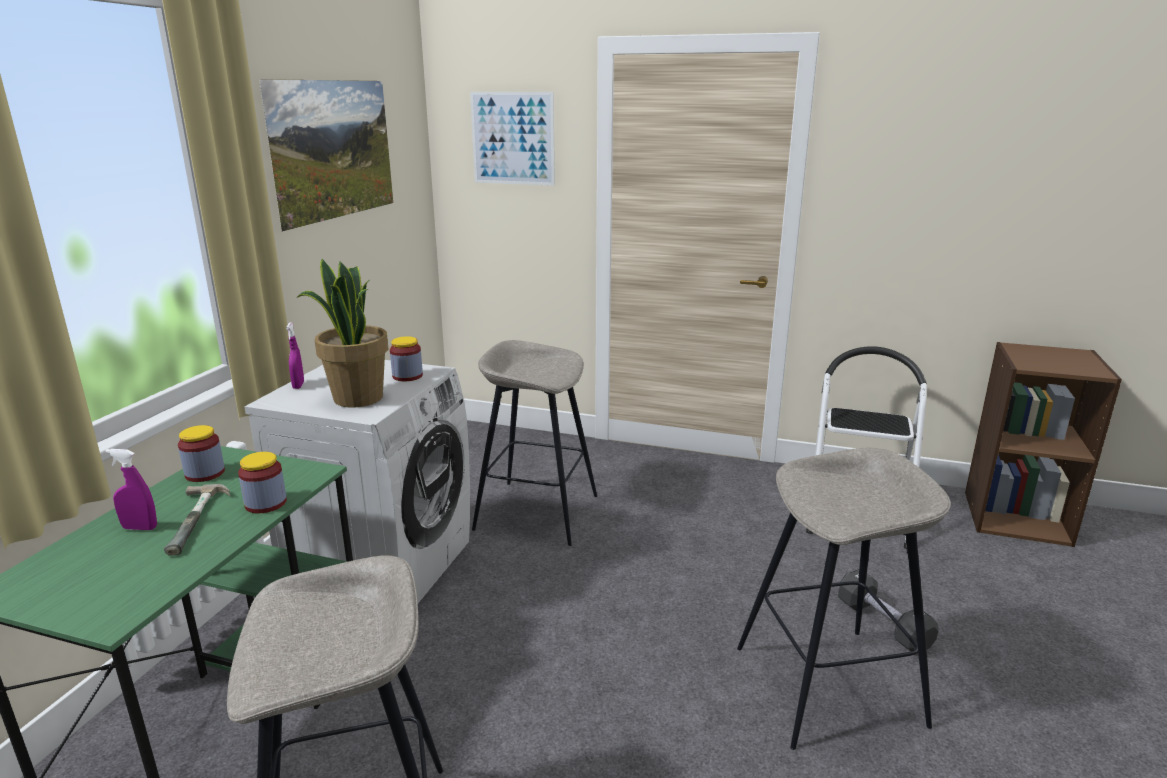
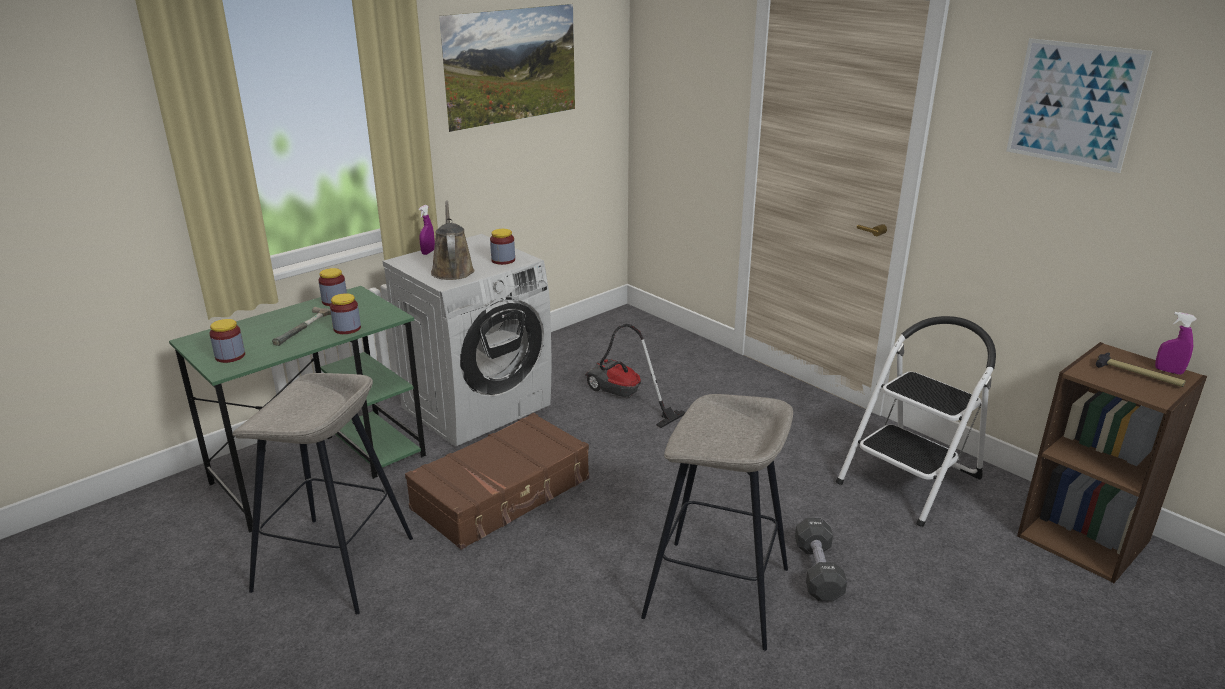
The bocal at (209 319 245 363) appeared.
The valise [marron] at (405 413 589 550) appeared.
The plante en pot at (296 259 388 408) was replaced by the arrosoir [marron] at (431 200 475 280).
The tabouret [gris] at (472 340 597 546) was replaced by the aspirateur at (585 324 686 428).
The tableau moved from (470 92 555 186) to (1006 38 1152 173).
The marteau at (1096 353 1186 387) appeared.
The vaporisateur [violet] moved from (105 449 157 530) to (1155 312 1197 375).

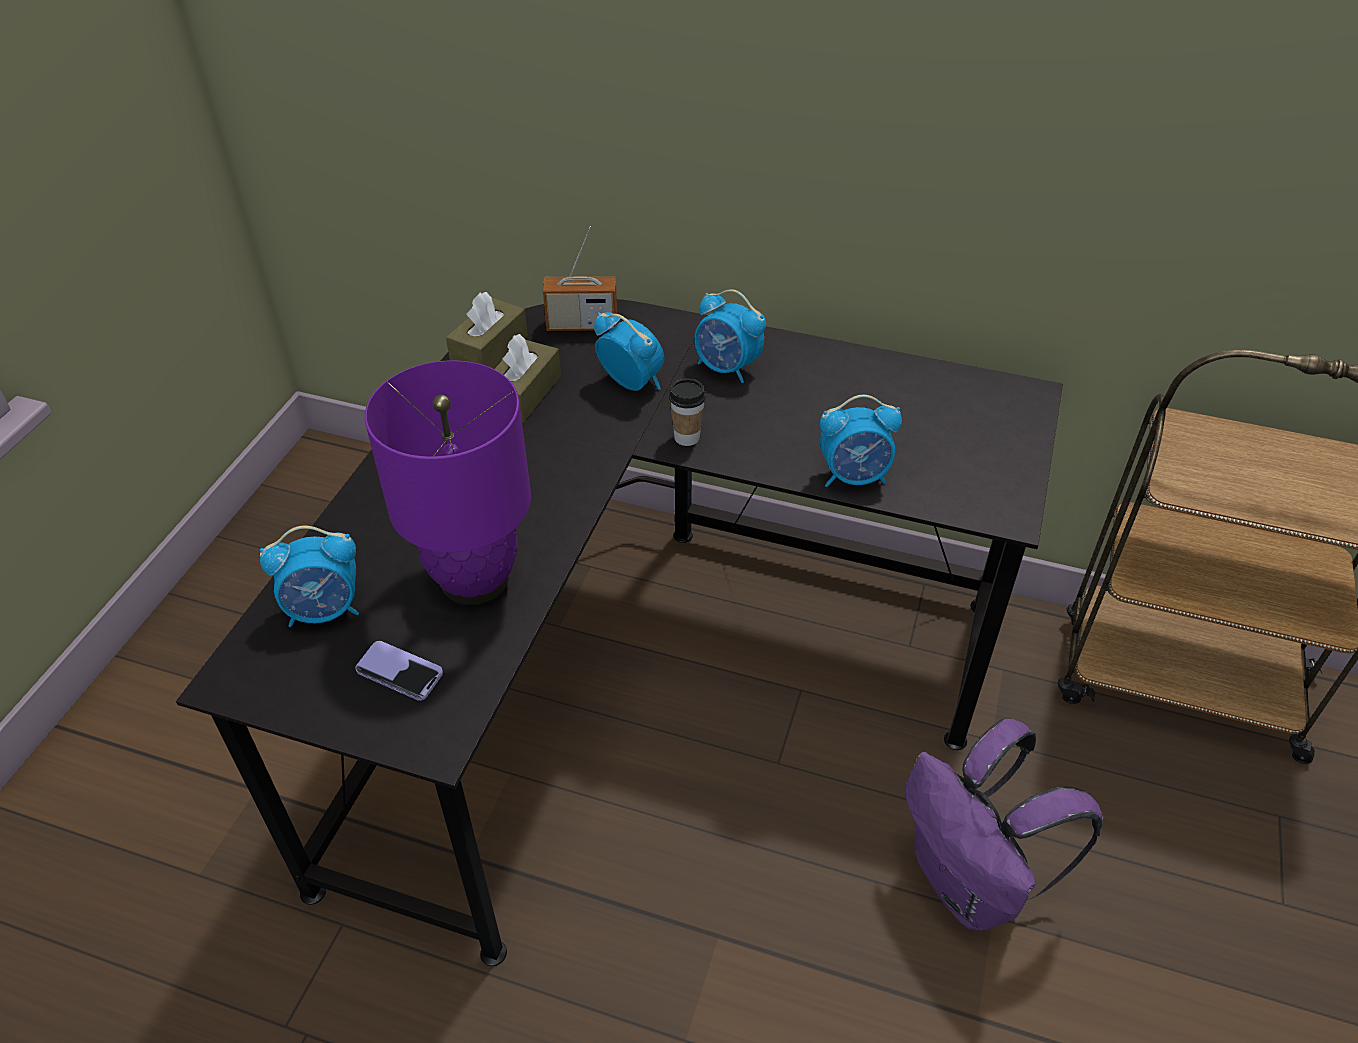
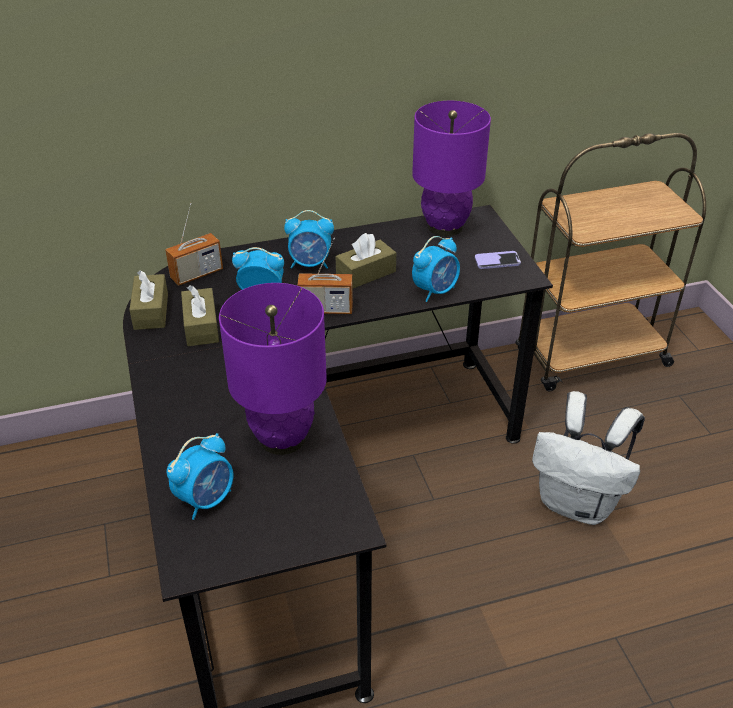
The tasse at (669 379 706 446) was replaced by the radio at (297 238 353 314).
The boîte à mouchoirs [marron] at (336 233 396 289) appeared.
The lampe de table [violet] at (412 101 491 236) appeared.
The téléphone moved from (355 641 443 701) to (475 251 521 269).
The sac à dos [violet] at (905 718 1103 931) became the sac à dos [blanc] at (532 391 645 525).

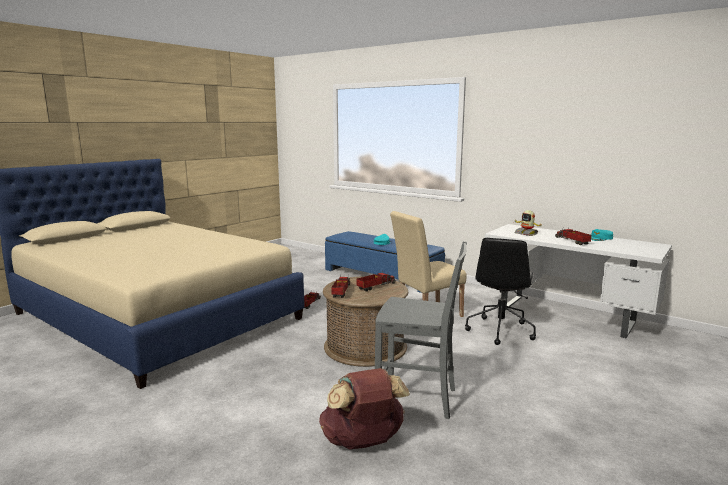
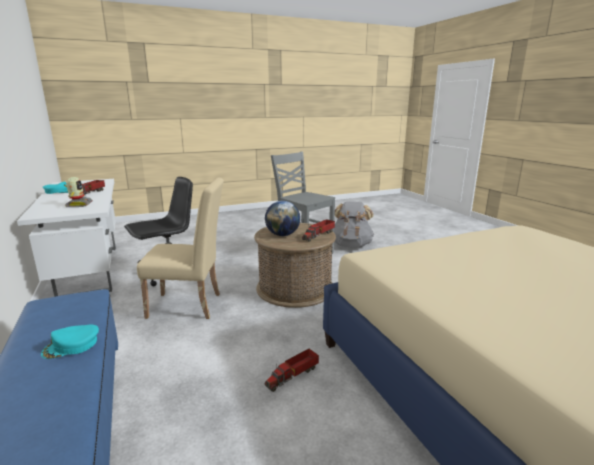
The camion jouet at (356 270 396 292) was replaced by the globe at (265 201 300 236).
The sac à dos [marron] at (319 368 410 450) became the sac à dos [gris] at (334 202 374 248).

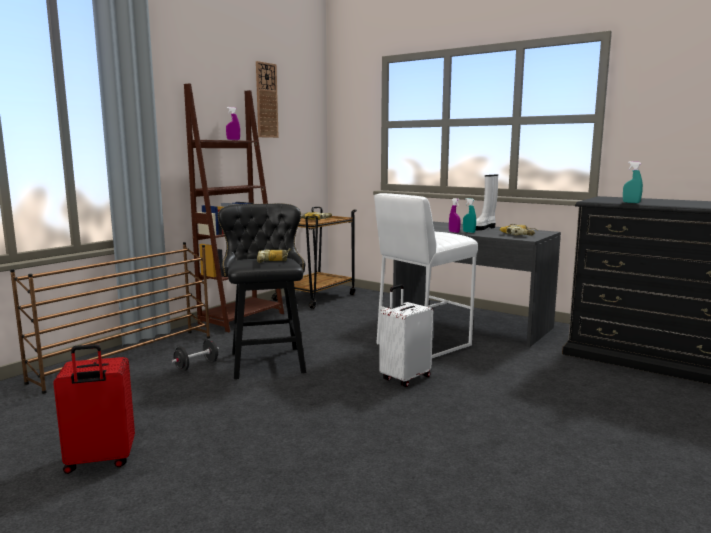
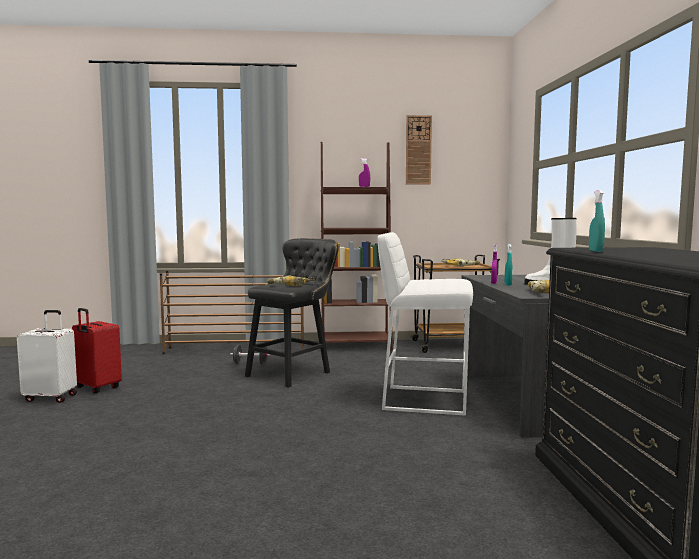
The valise [blanc] moved from (379 284 433 387) to (17 310 77 403).

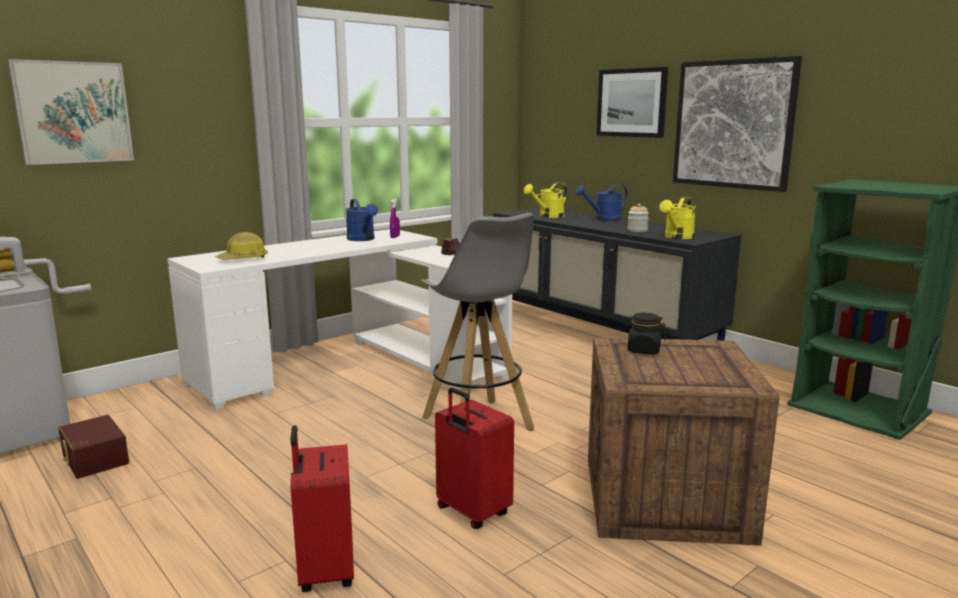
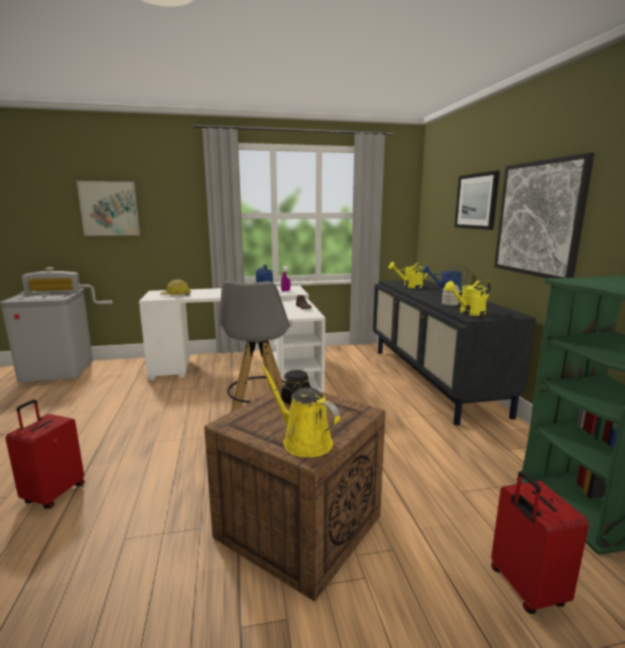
The arrosoir [jaune] at (261 365 340 457) appeared.
The valise [rouge] moved from (435 387 514 529) to (491 471 589 614).
The boîte de rangement [marron] at (58 415 129 479) disappeared.

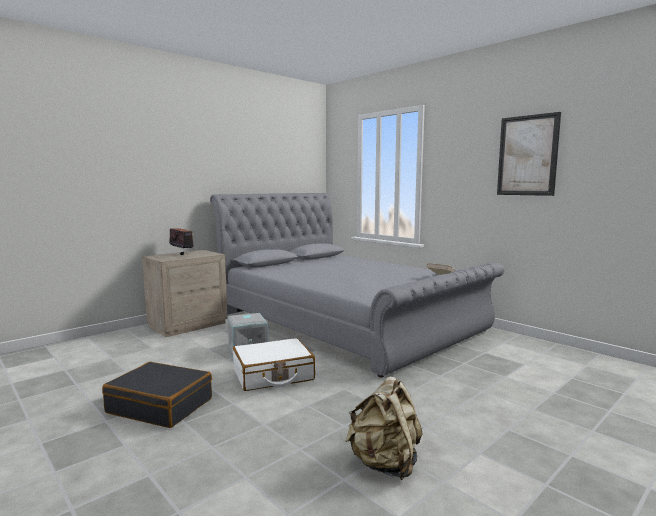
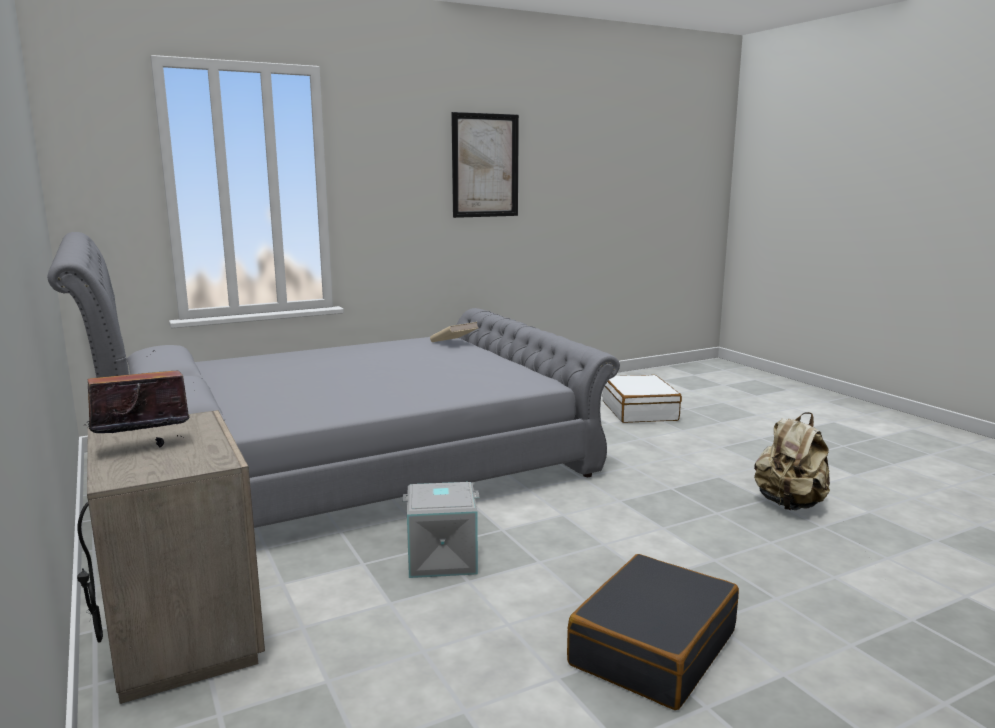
The valise [blanc] moved from (233 338 315 391) to (602 375 682 423).

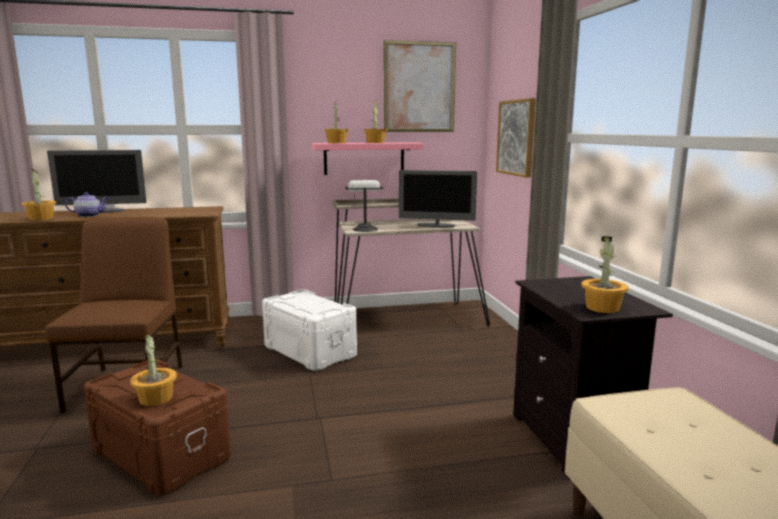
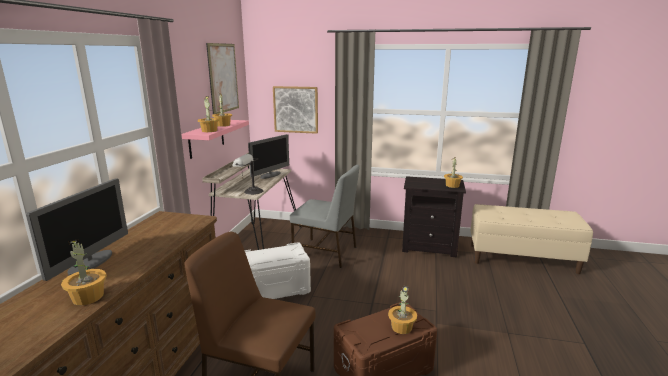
The chaise [gris] at (290 165 360 268) appeared.
The théière at (65 192 108 217) disappeared.

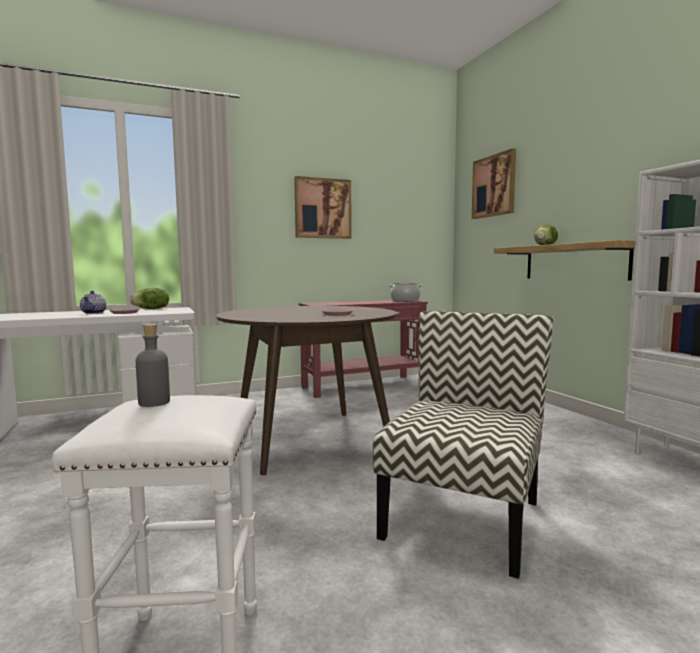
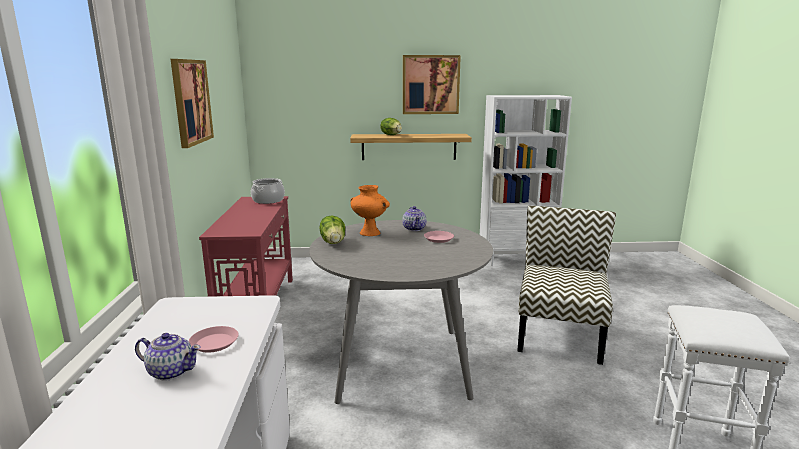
The table à manger [marron] at (216 306 397 475) became the table à manger [gris] at (309 220 493 404).
The laitue moved from (130 288 169 309) to (319 215 345 244).
The vase [orange] at (351 185 390 236) appeared.
The théière at (402 206 426 231) appeared.
The tableau moved from (472 148 516 219) to (403 55 461 114).
The chaise at (373 311 553 579) turned 60 degrees clockwise.
The bouteille [gris] at (136 324 170 407) disappeared.

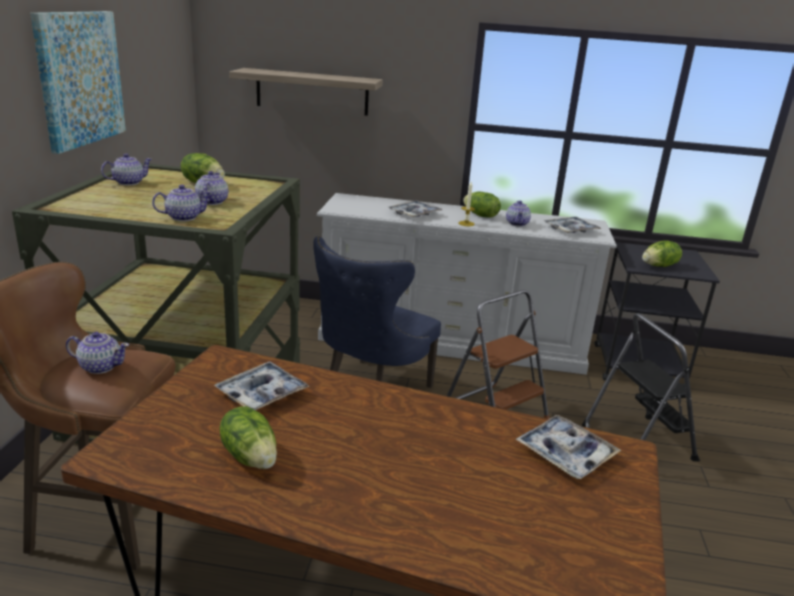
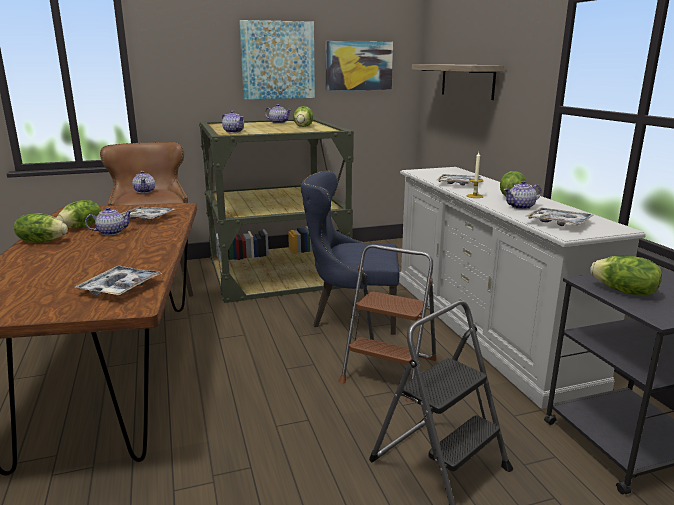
The laitue at (14 213 68 243) appeared.
The théière moved from (195 171 228 205) to (85 207 133 235).
The tableau at (326 41 393 91) appeared.

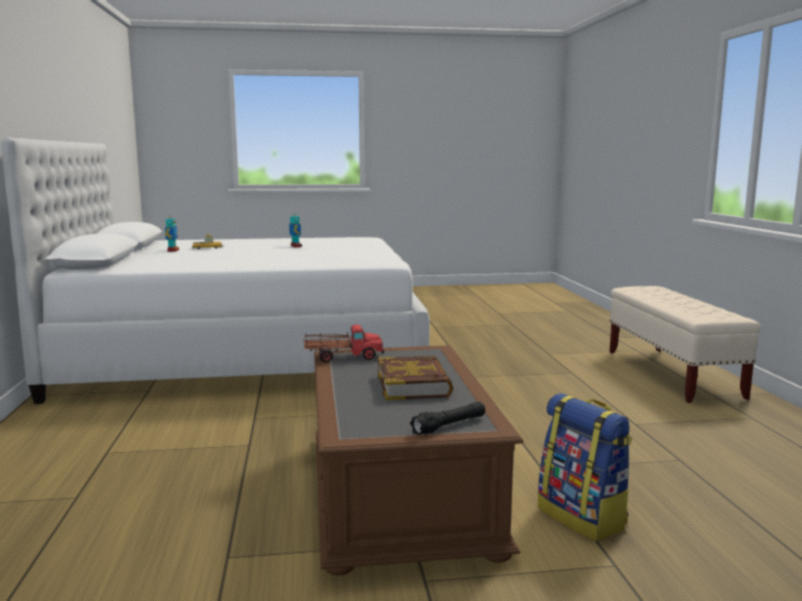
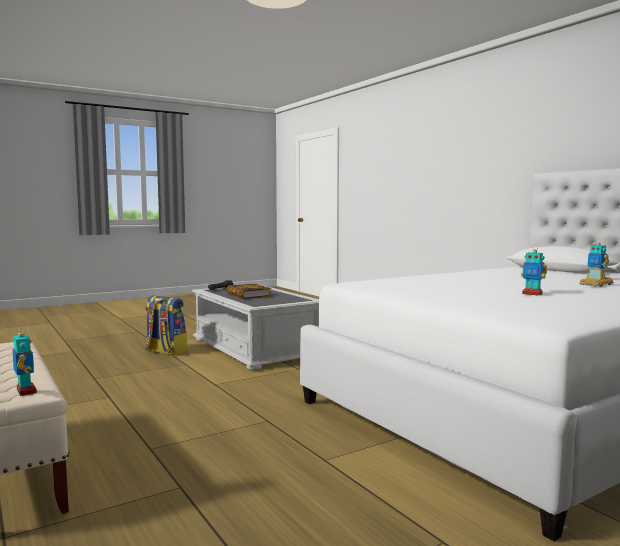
The robot jouet at (12 326 37 396) appeared.
The table basse [marron] at (314 345 524 575) became the table basse [blanc] at (192 284 319 370).
The camion jouet at (304 325 384 363) disappeared.

